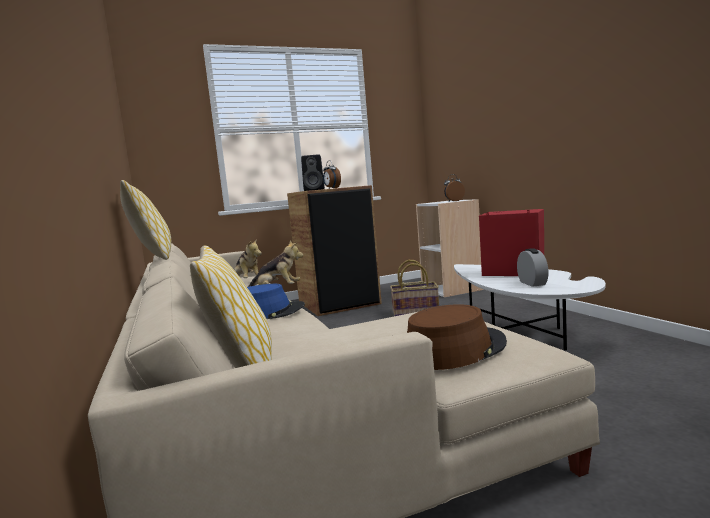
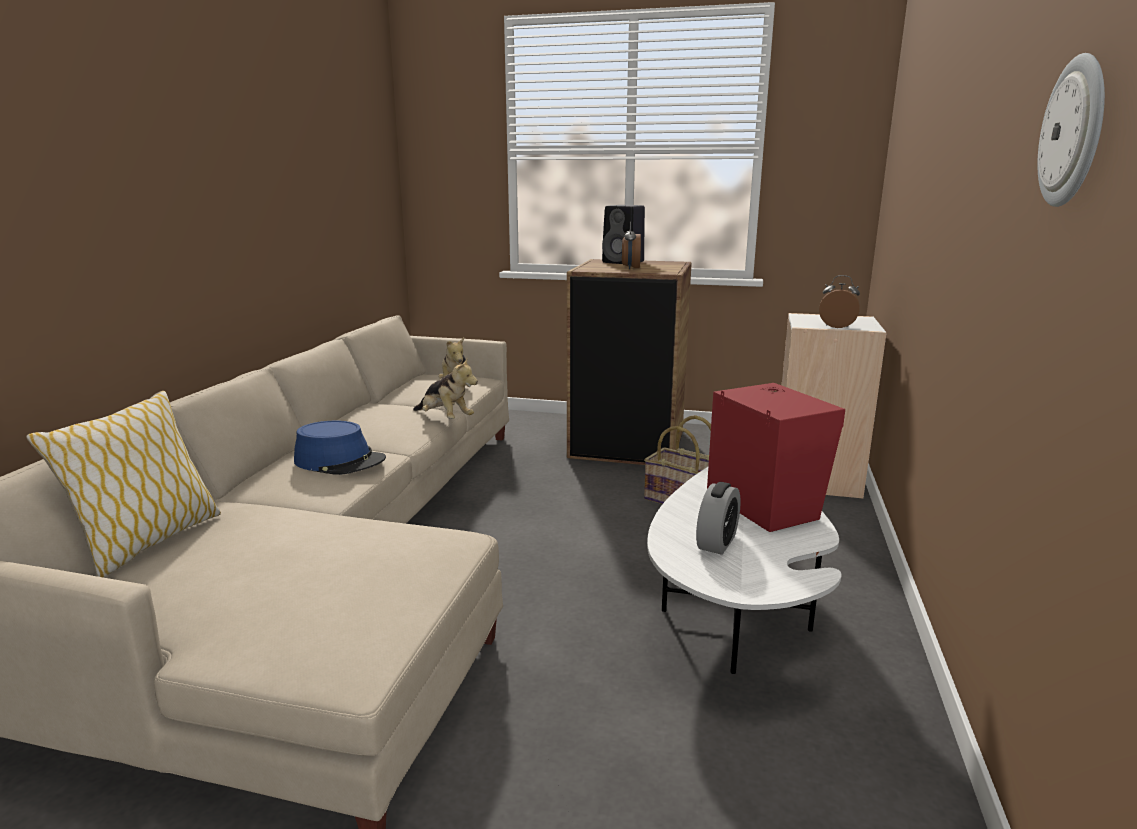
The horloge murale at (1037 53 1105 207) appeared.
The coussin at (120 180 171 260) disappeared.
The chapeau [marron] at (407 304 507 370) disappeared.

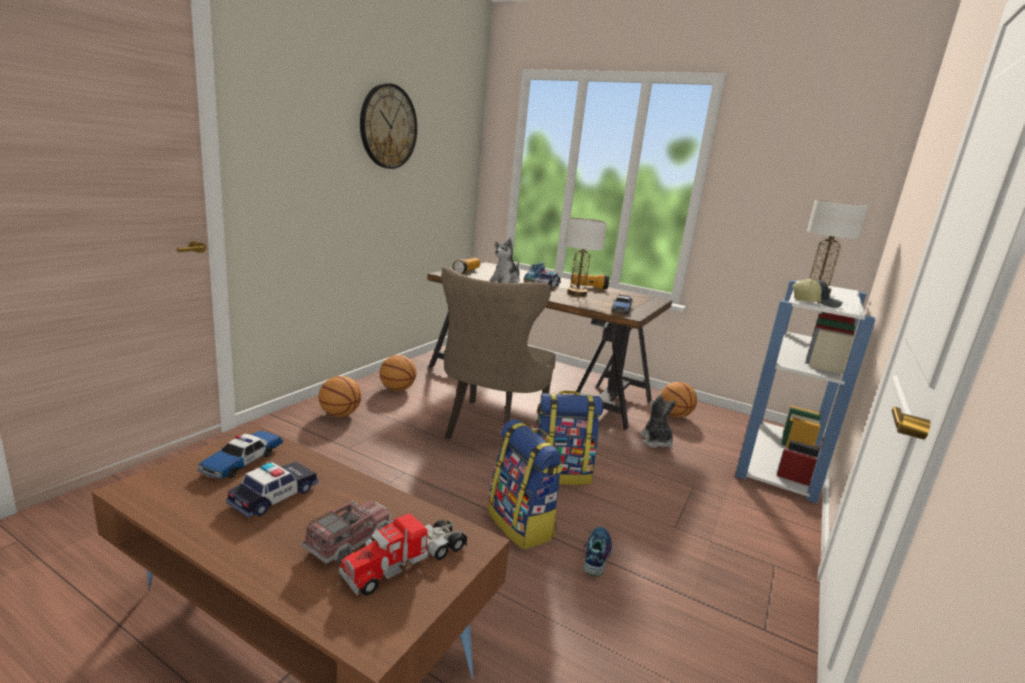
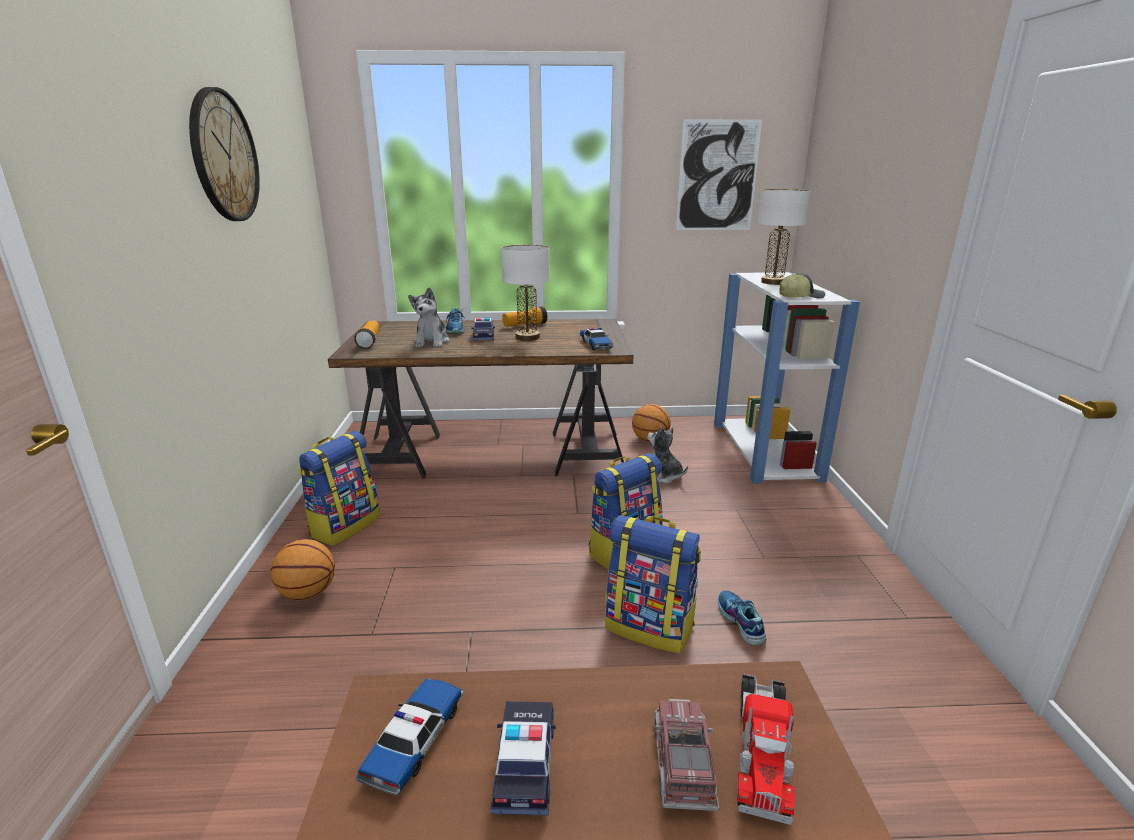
The ballon de basket at (379 355 416 391) was replaced by the sac à dos at (298 431 380 546).
The petite voiture at (197 430 283 479) turned 150 degrees counterclockwise.
The tableau at (676 119 762 230) appeared.
The chaise [beige] at (441 266 556 445) disappeared.

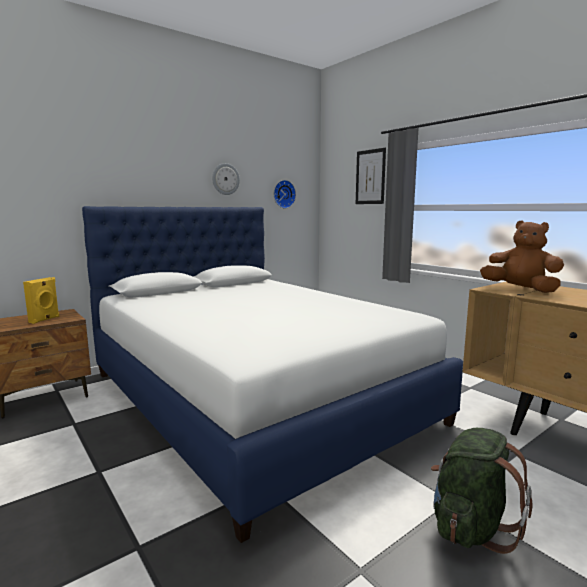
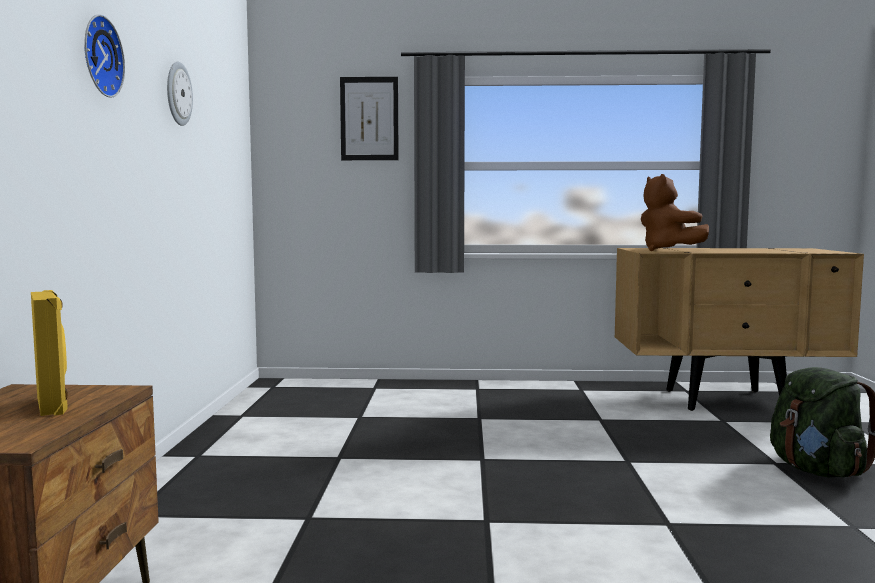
The horloge murale moved from (274 180 296 209) to (84 14 125 98).
The peluche [marron] at (480 220 564 293) turned 105 degrees counterclockwise.
The lit [blanc] at (82 206 463 543) disappeared.

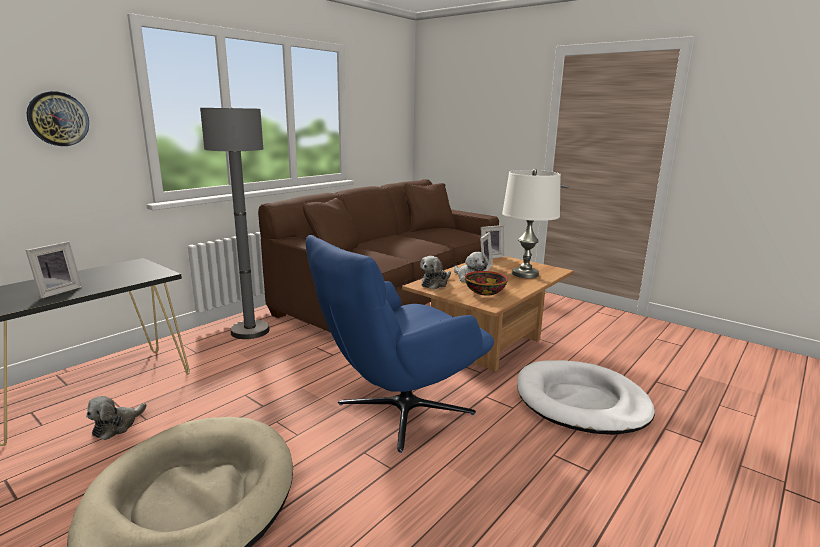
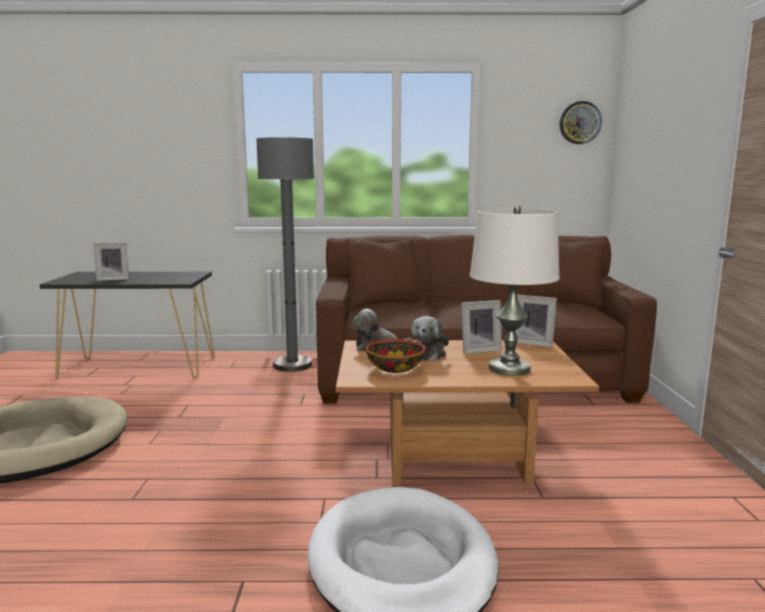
The horloge murale moved from (27 91 89 146) to (559 101 602 144).
The peluche at (86 396 147 440) disappeared.
The fauteuil [bleu] at (306 235 494 453) disappeared.

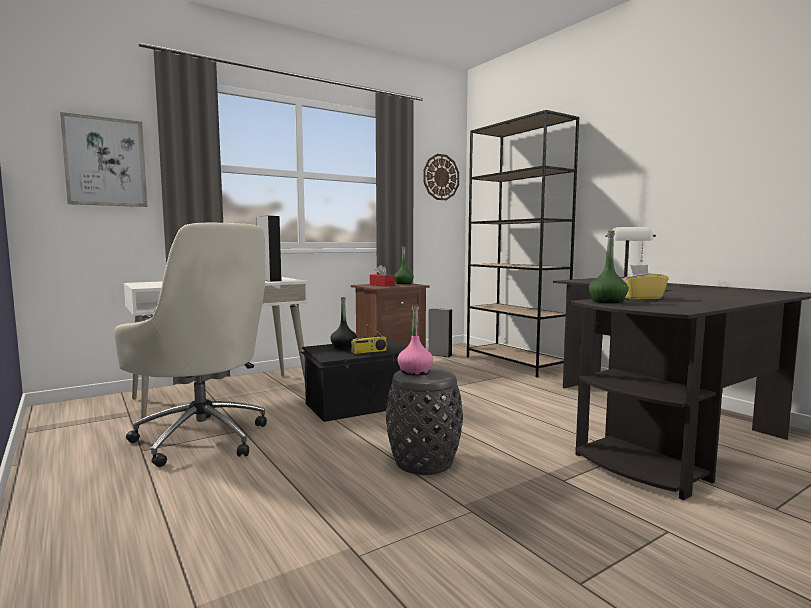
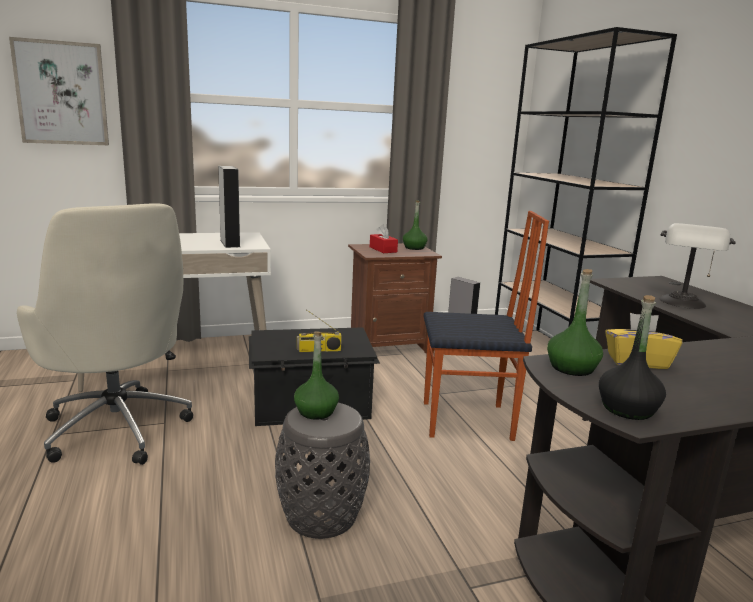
The bouteille [rose] at (397 304 433 375) became the bouteille [vert] at (294 332 339 420).
The chaise at (424 211 549 441) appeared.
The bouteille [noir] moved from (330 297 357 350) to (599 295 666 420).
The horloge murale at (423 154 459 200) disappeared.

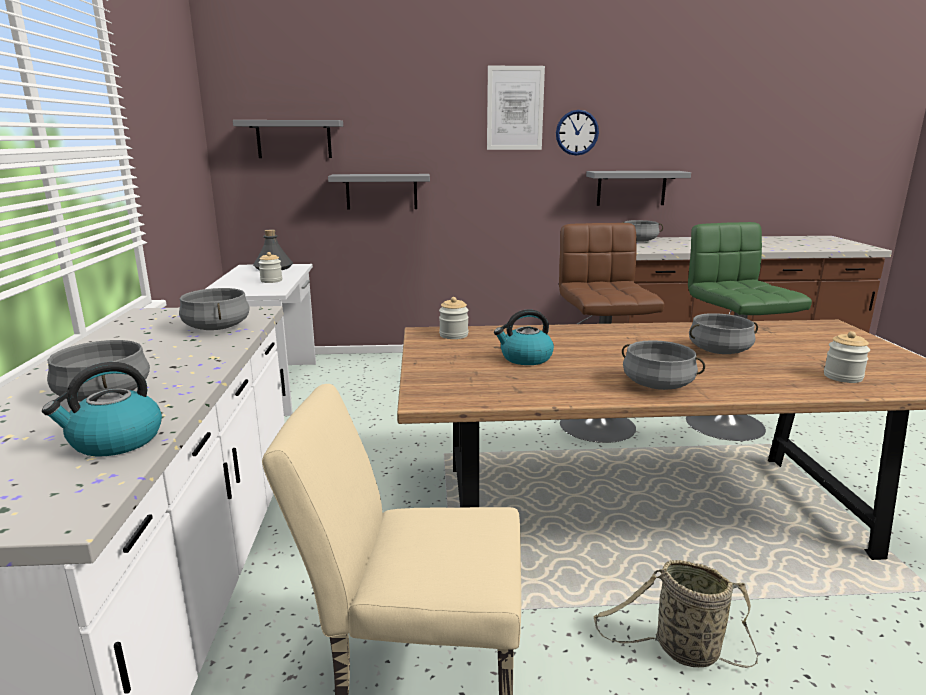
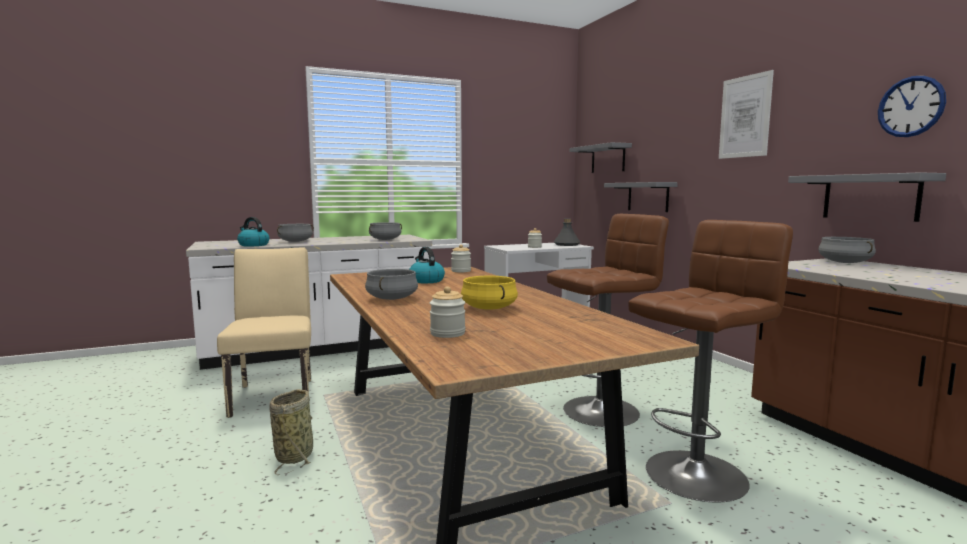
The marmite [gris] at (689 313 758 354) became the marmite [jaune] at (461 276 518 310).
The tabouret [vert] at (686 222 812 441) became the tabouret [marron] at (628 220 793 502).
The horloge murale moved from (556 110 599 156) to (878 76 946 137).

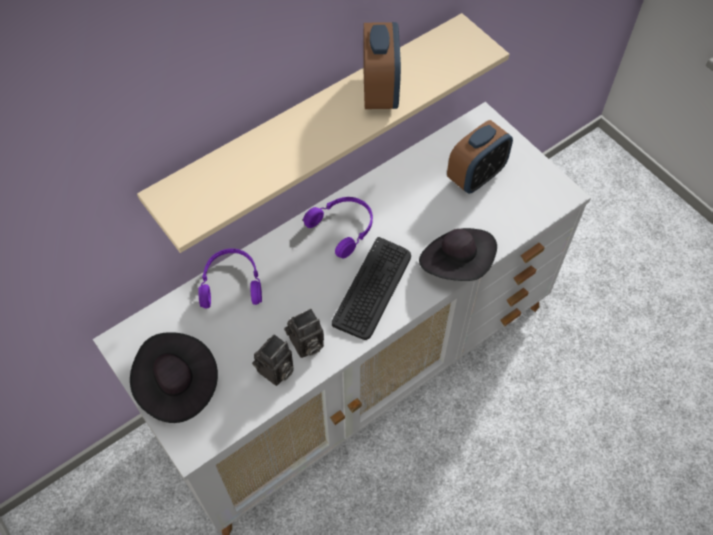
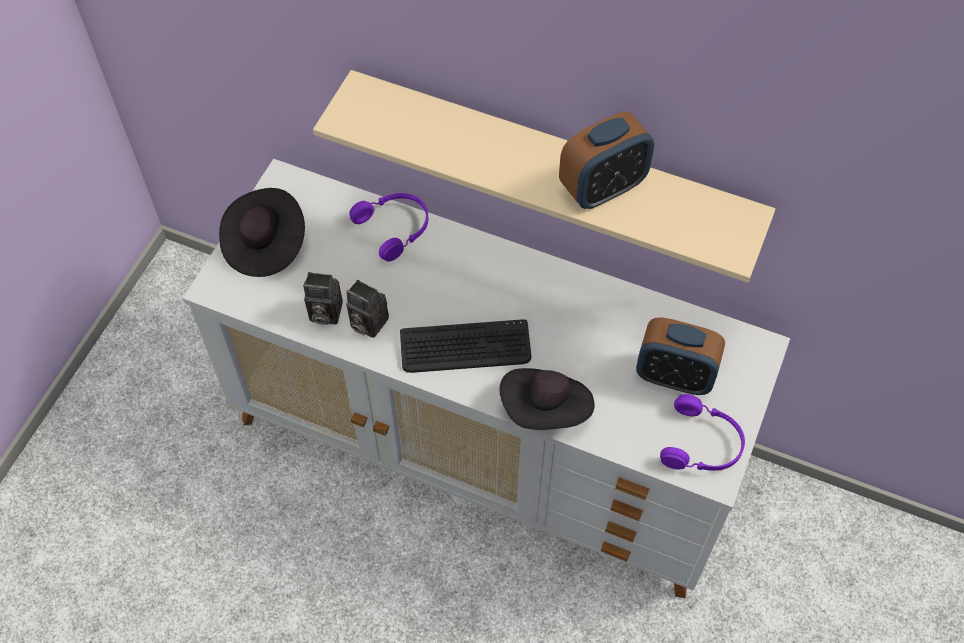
The casque audio [violet] moved from (303 197 373 259) to (660 394 745 471).

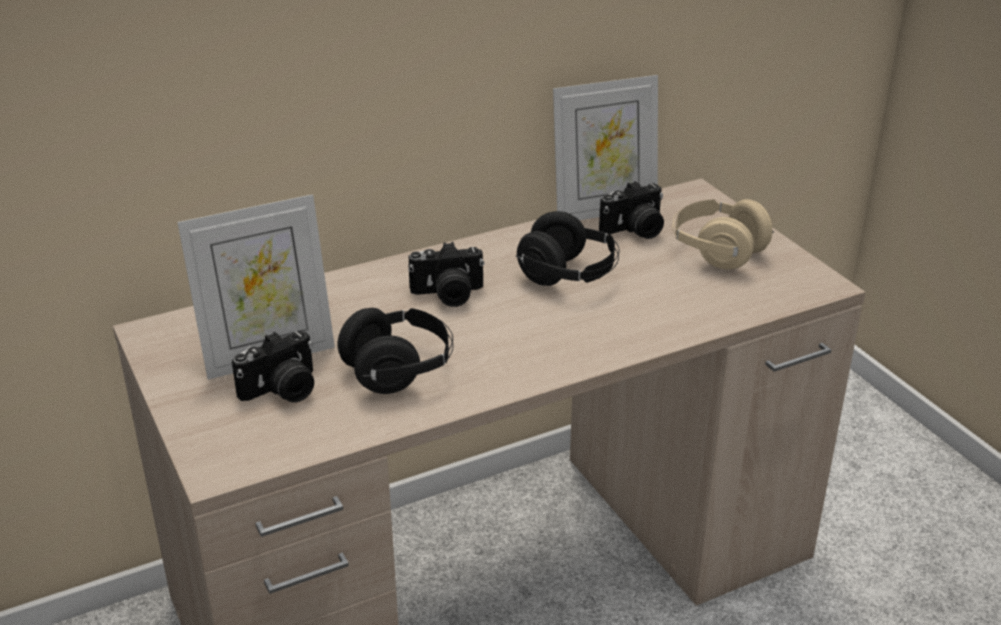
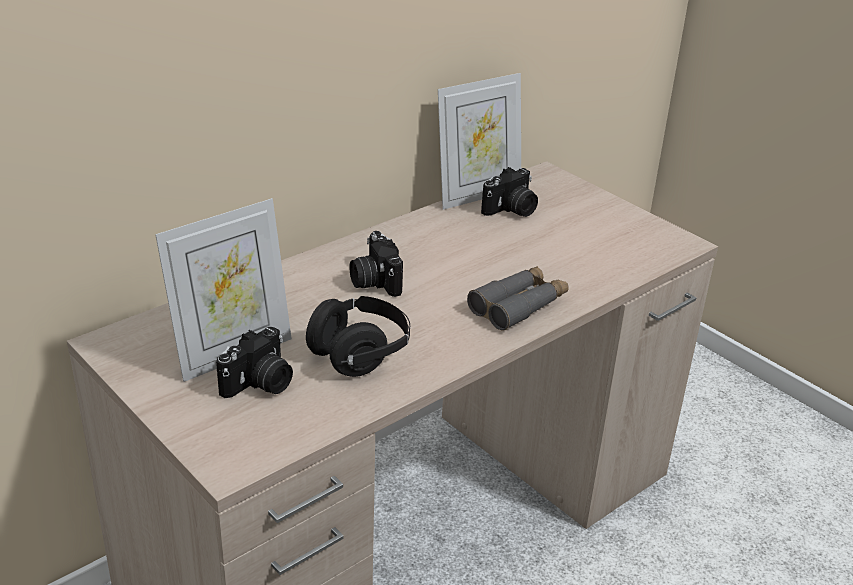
The appareil photo at (408 242 485 307) turned 90 degrees clockwise.
The jumelles [gris] at (467 266 569 331) appeared.
The casque audio [noir] at (516 211 620 286) disappeared.
The casque audio [beige] at (672 199 774 269) disappeared.

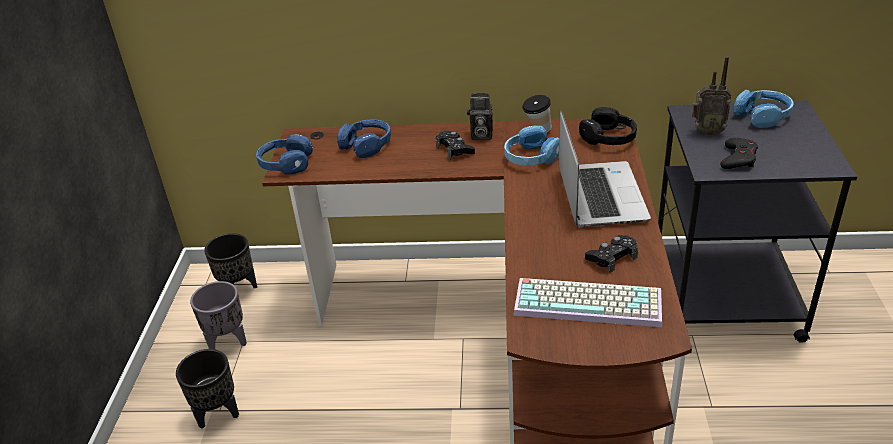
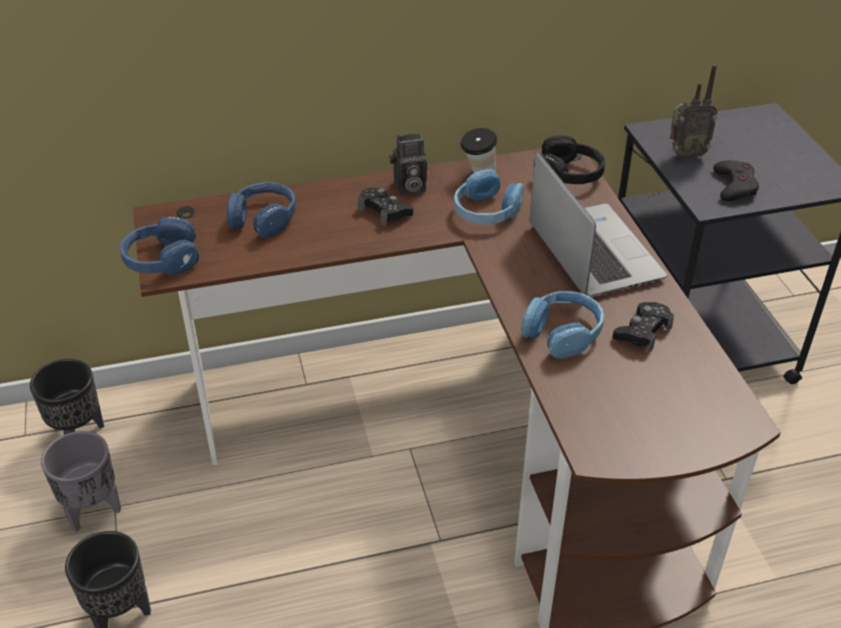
The casque audio [bleu] moved from (734 90 794 128) to (521 291 604 359).
The clavier at (513 278 662 327) disappeared.

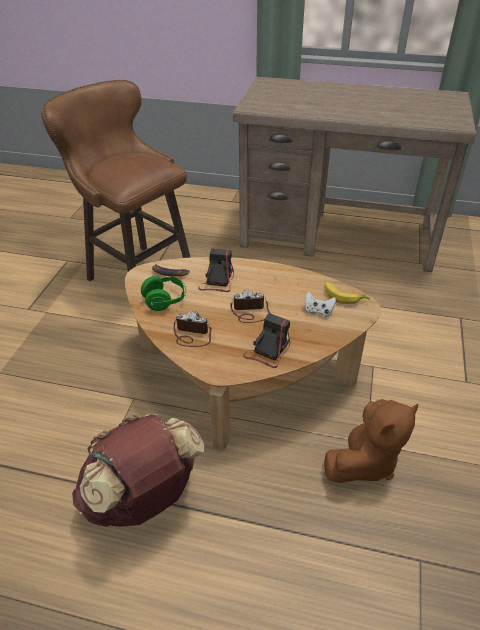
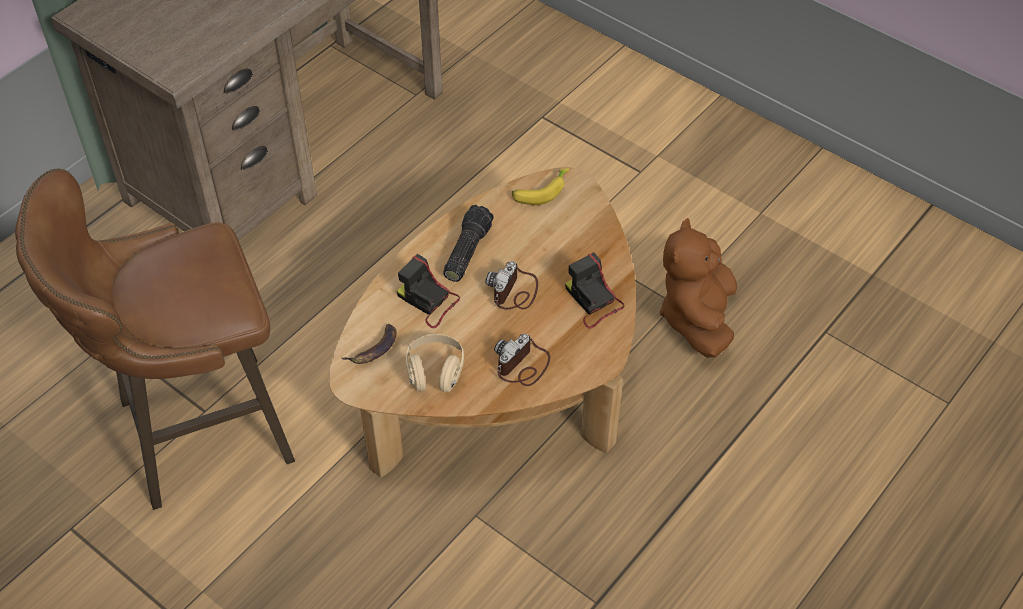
The casque audio [vert] at (141 276 186 311) became the casque audio [beige] at (406 334 464 392).
The lampe de poche at (443 205 493 282) appeared.
The peluche [marron] at (324 399 418 483) turned 150 degrees counterclockwise.
The sac à dos [marron] at (72 414 204 527) disappeared.
The manette [blanc] at (305 292 336 317) disappeared.

